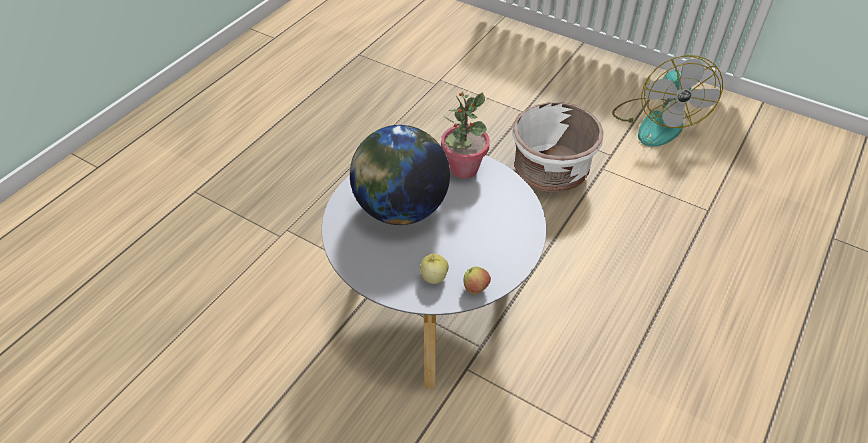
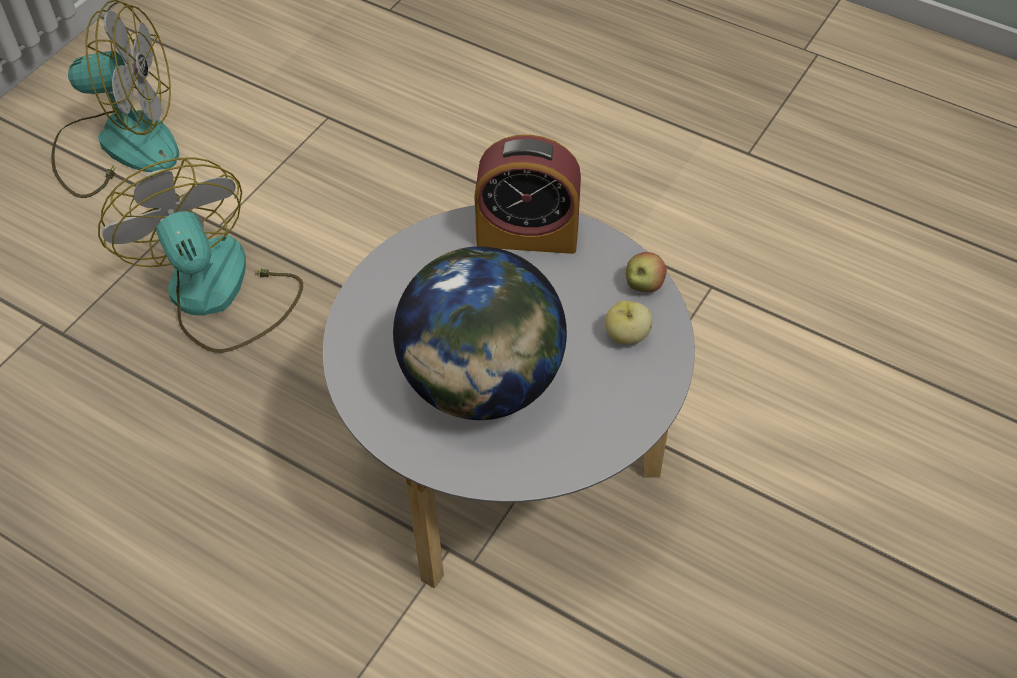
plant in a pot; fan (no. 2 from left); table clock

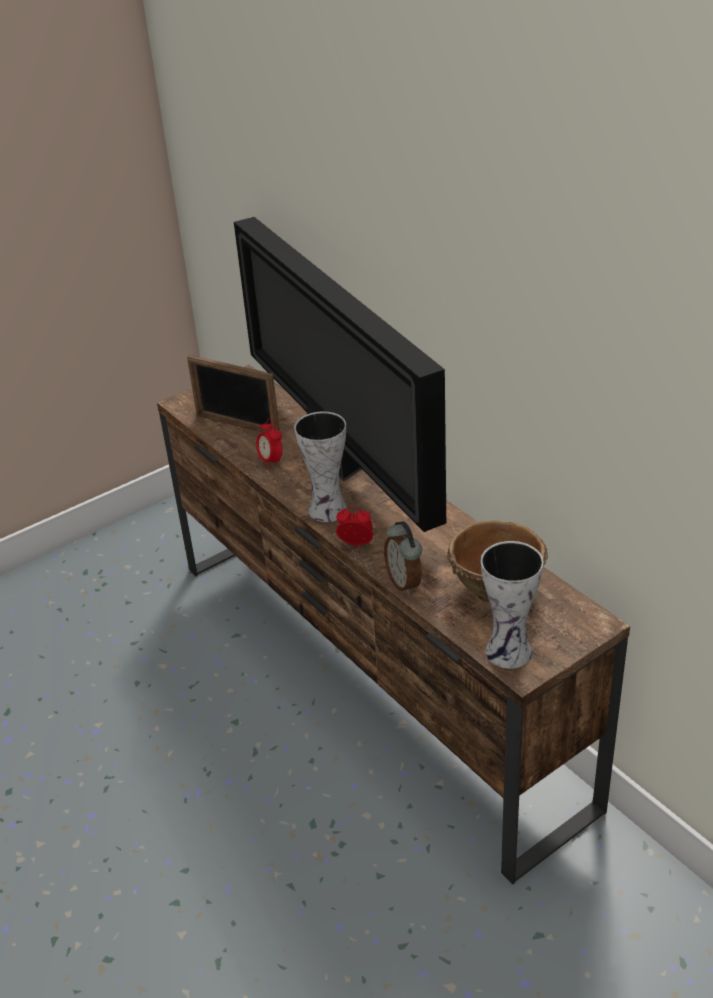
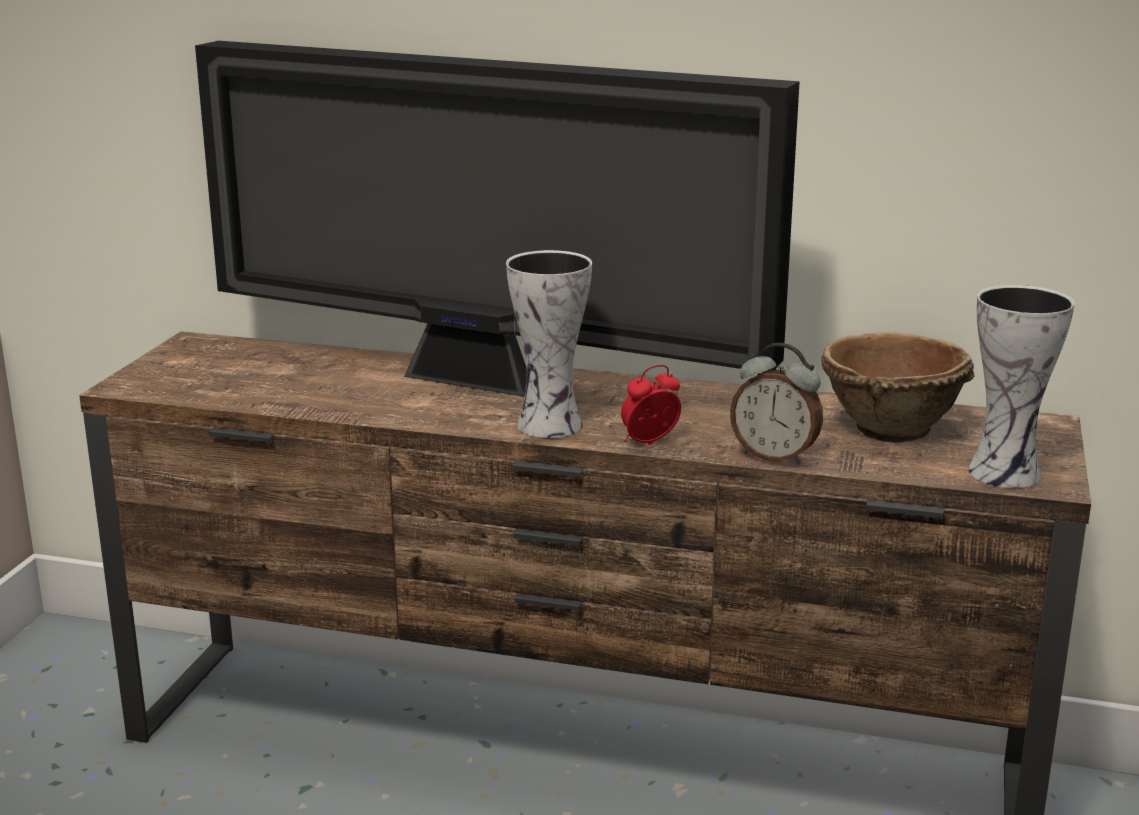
standing frame; table clock (no. 1 from left in the first image)

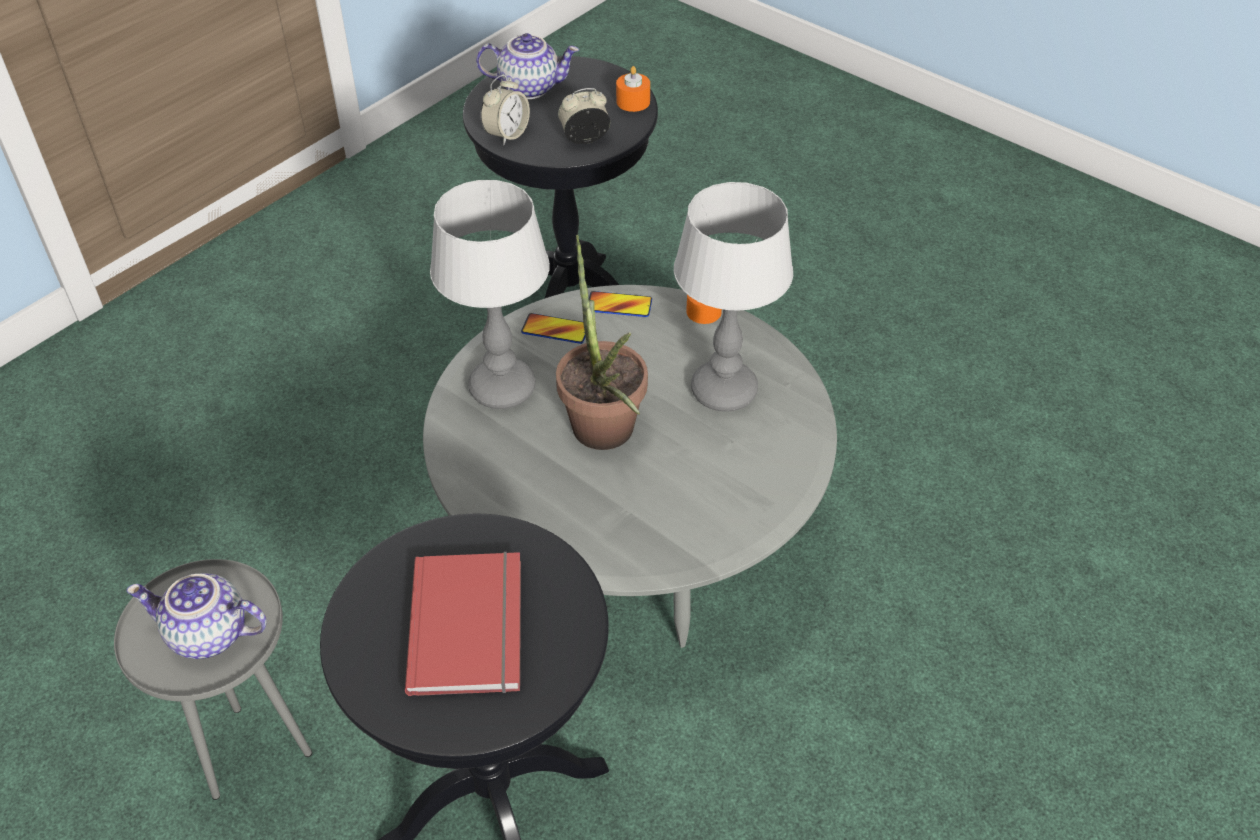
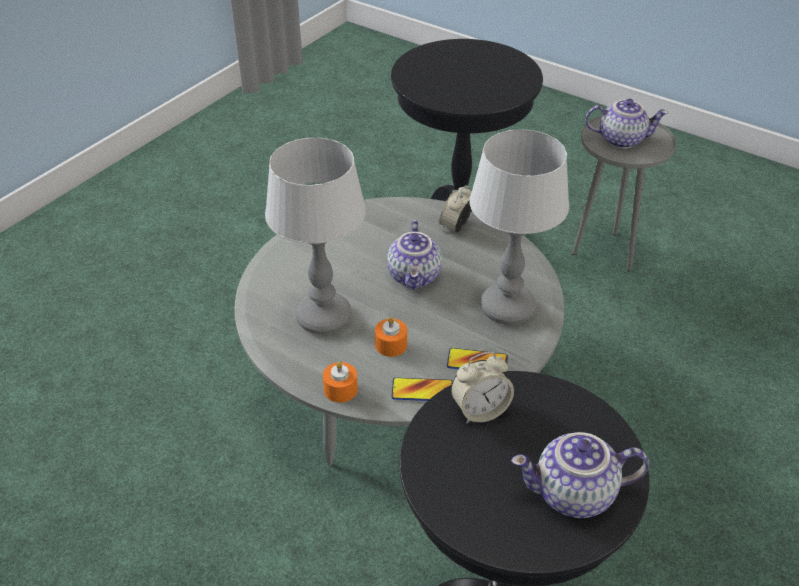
wax candle in orange-coloured (no. 2 from left); table clock (no. 1 from left); pot for tea (no. 1 from left); bound book in red

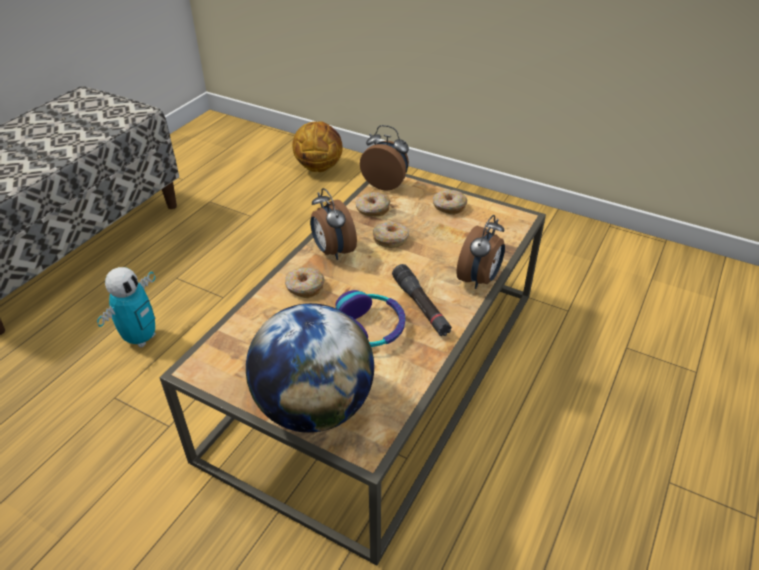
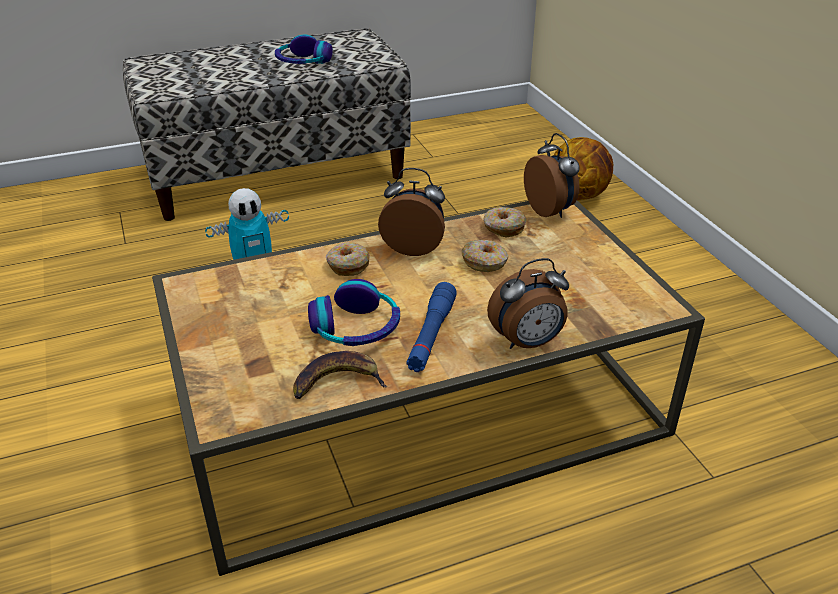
table clock (no. 1 from left); donut (no. 4 from left in the first image); hand torch in bluish; world globe; headset (no. 1 from left); whole banana

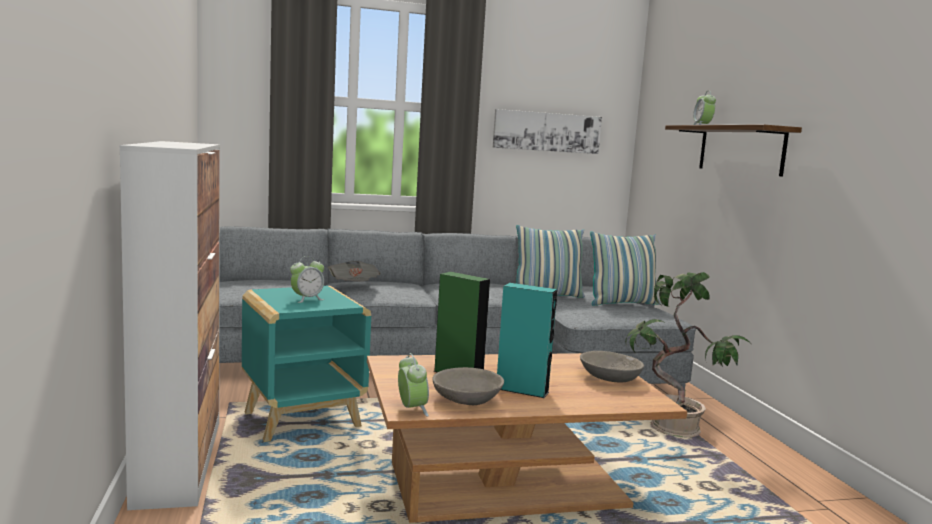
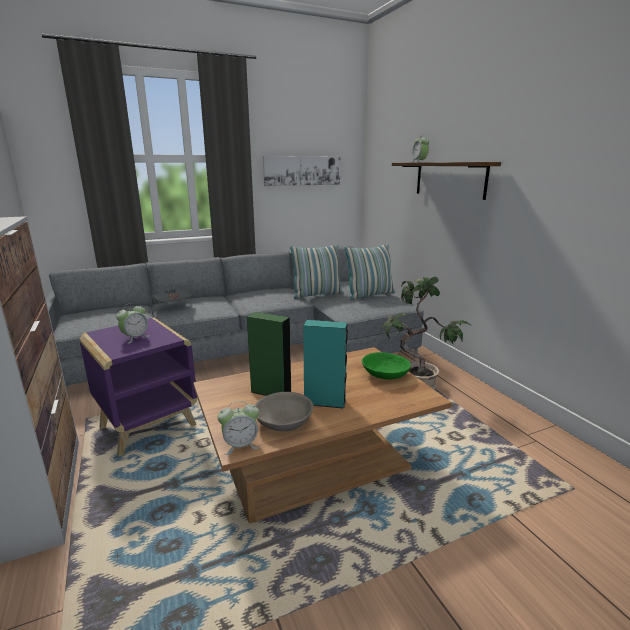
end table in purple-coloured; serving bowl in green; table clock (no. 2 from left)

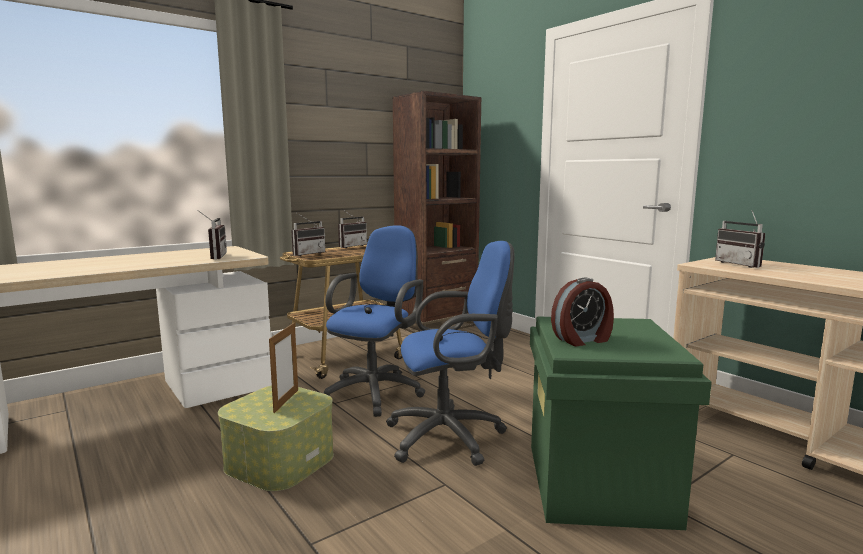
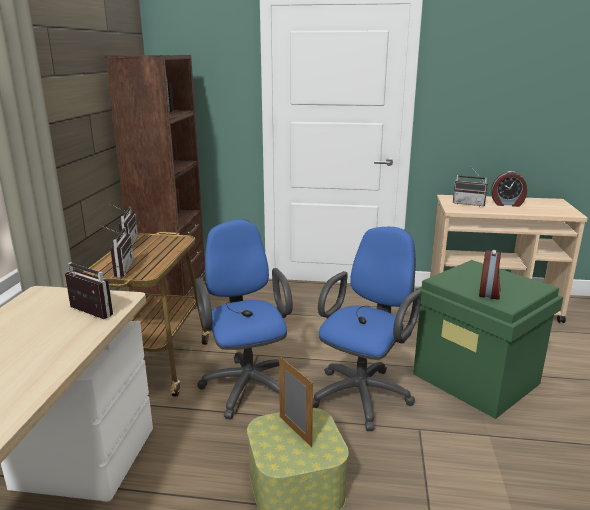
table clock (no. 2 from left)

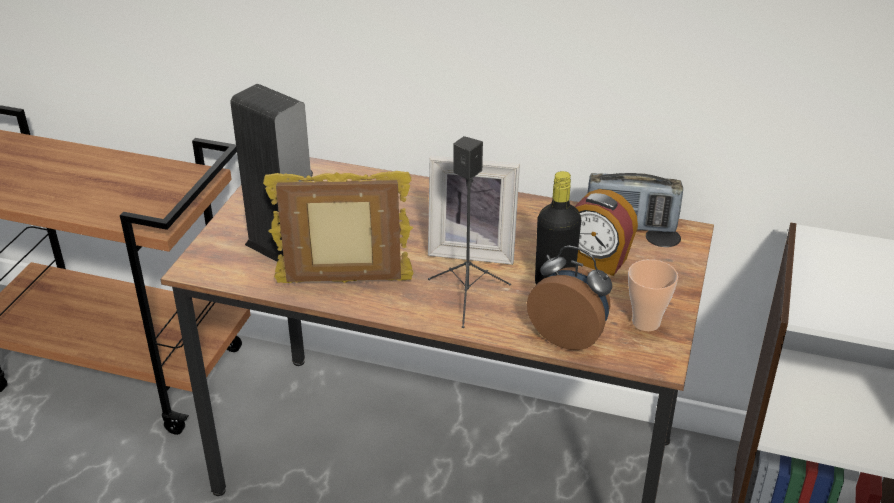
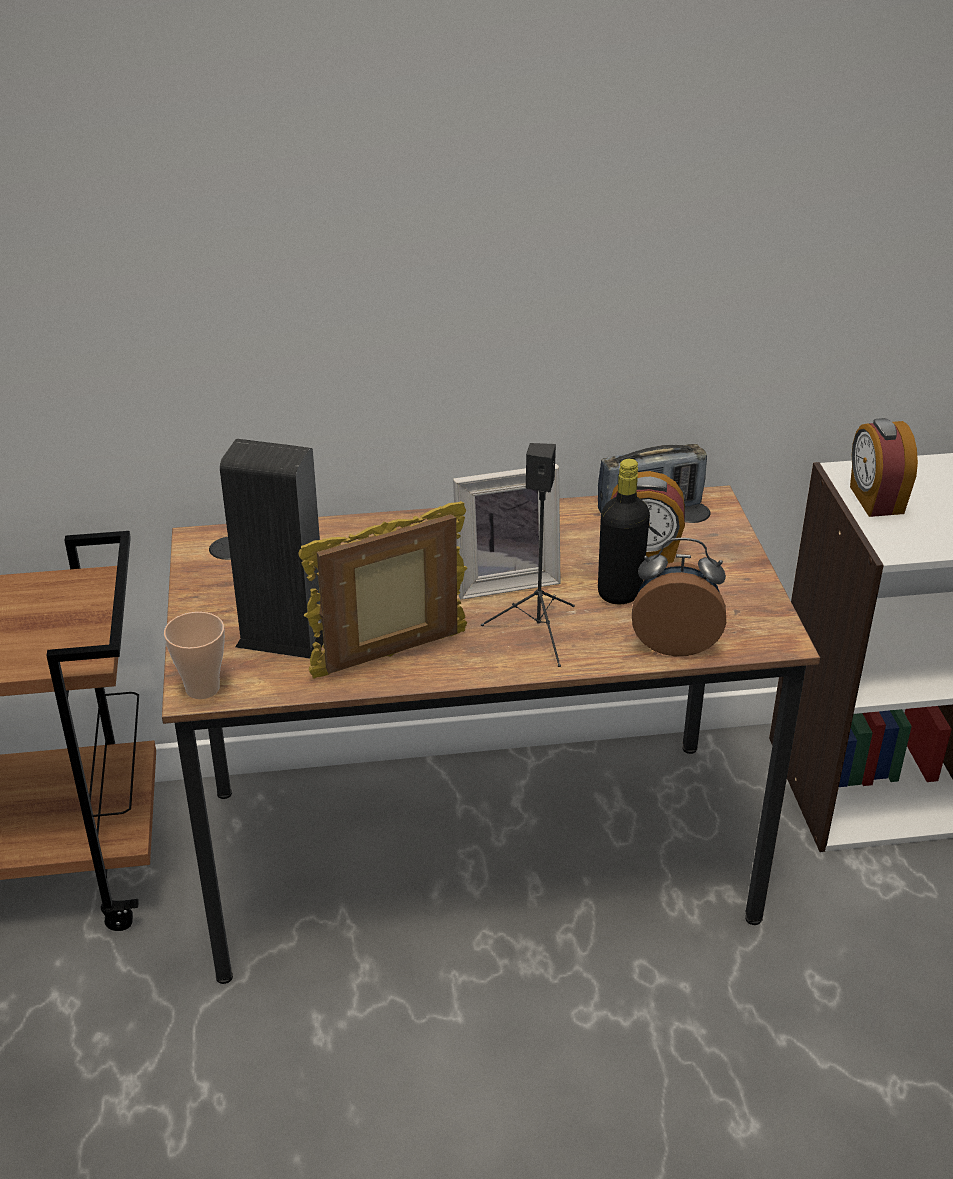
small cup; table clock (no. 3 from left)

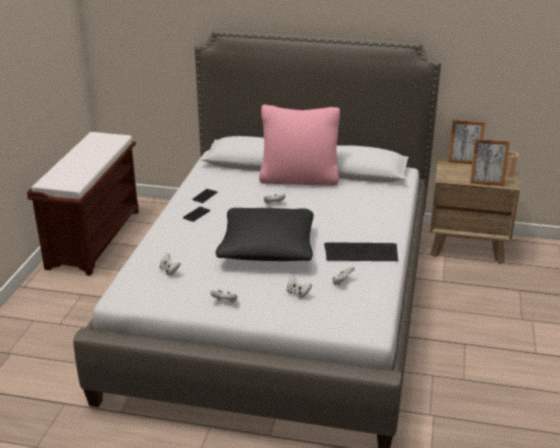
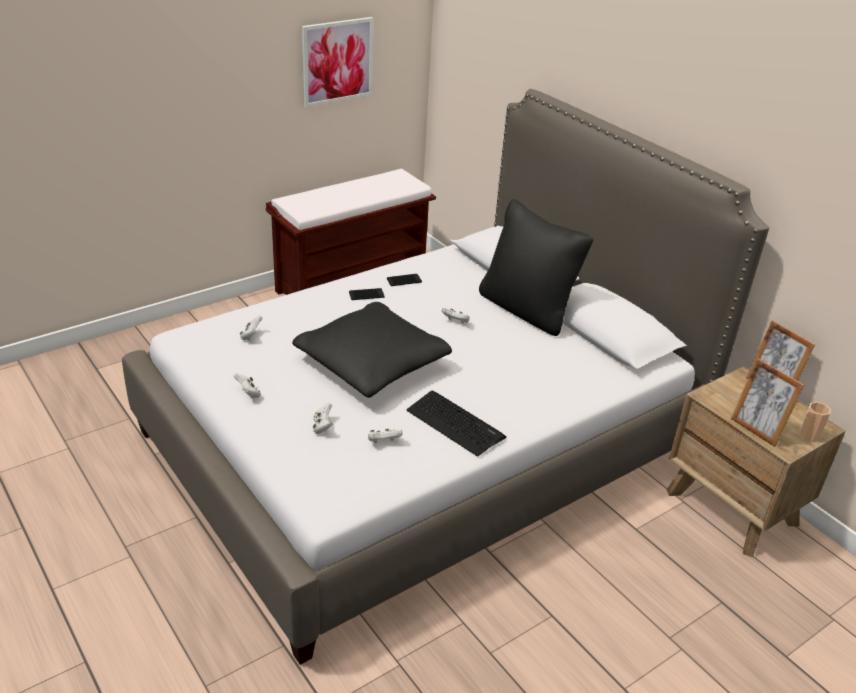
throw pillow in black-coloured (no. 2 from left); wall picture

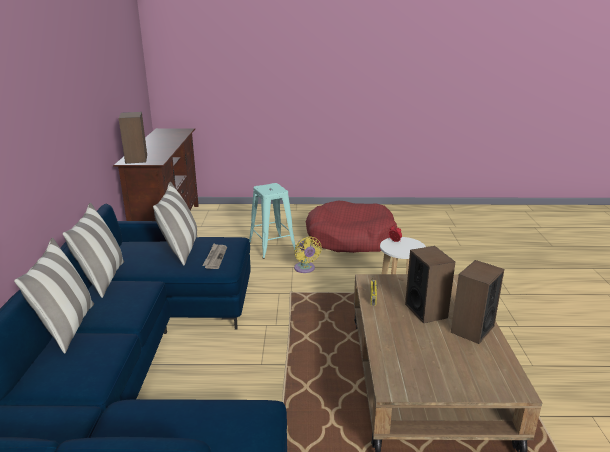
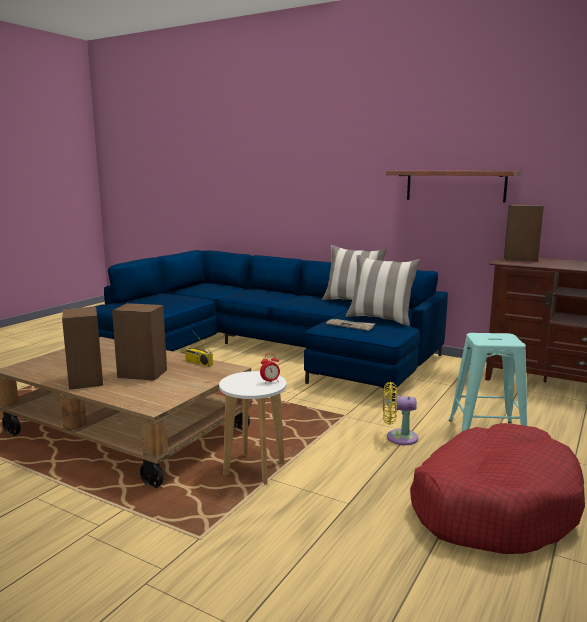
throw pillow (no. 1 from left in the first image); bracket shelf

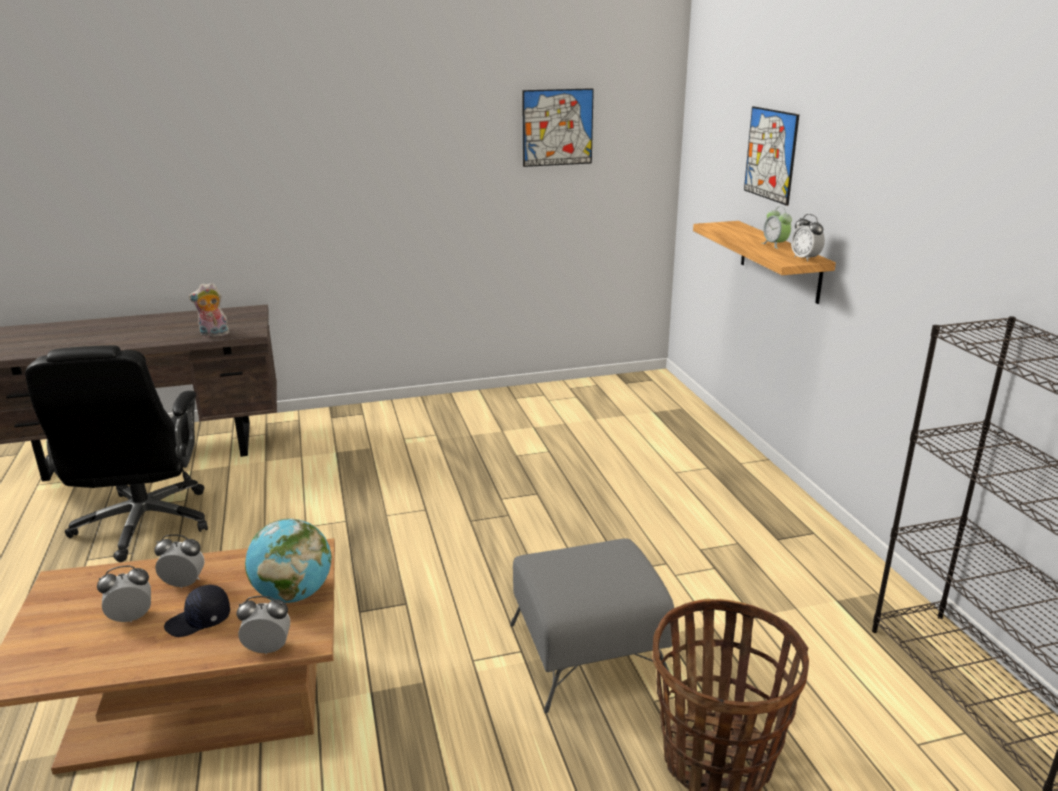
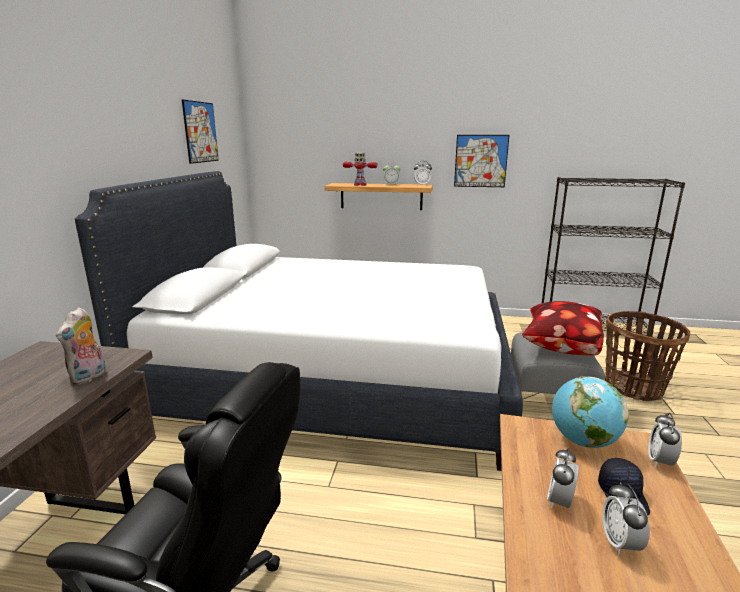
wall picture (no. 2 from left); robot figure; bedroom bed in white; throw pillow

